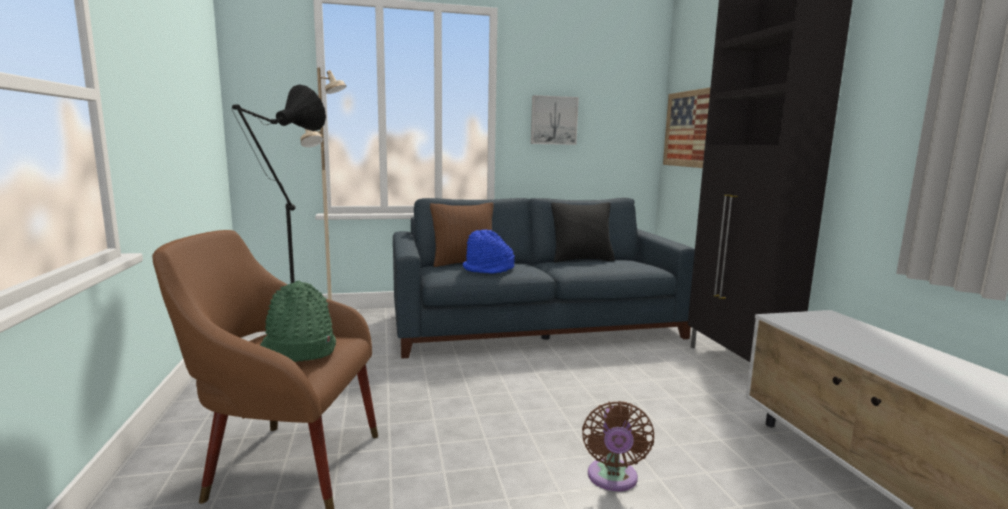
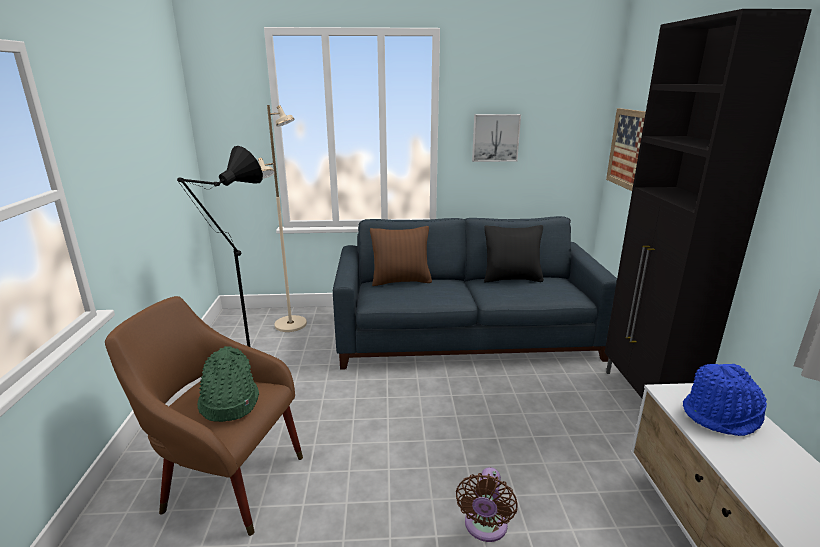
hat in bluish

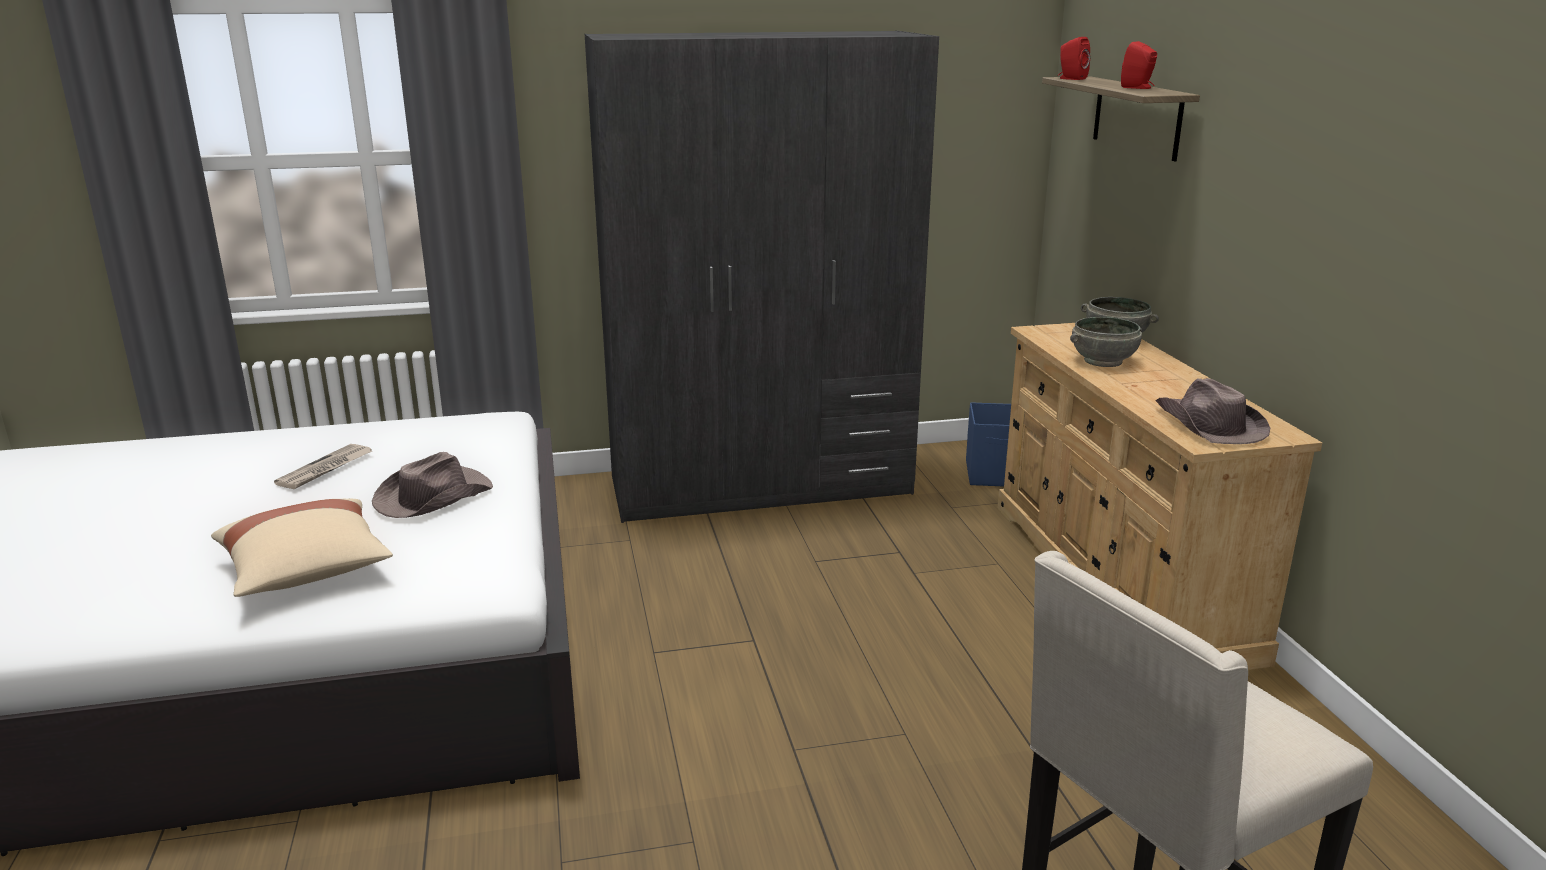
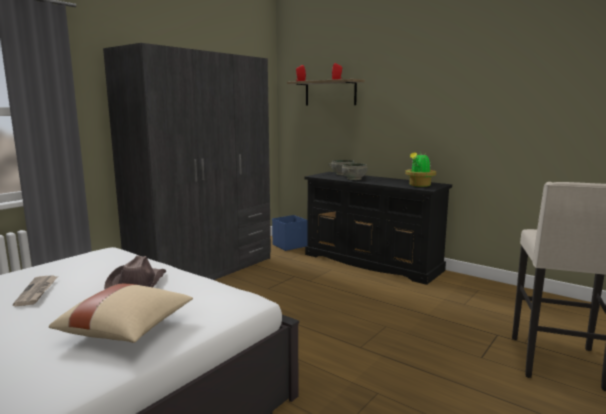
drawer chest in black-coloured; plant in a pot

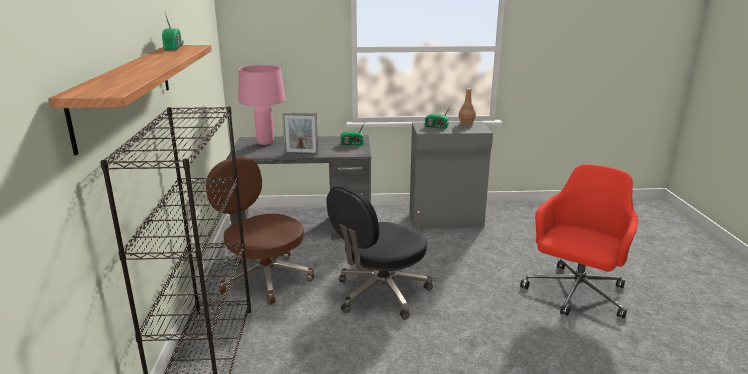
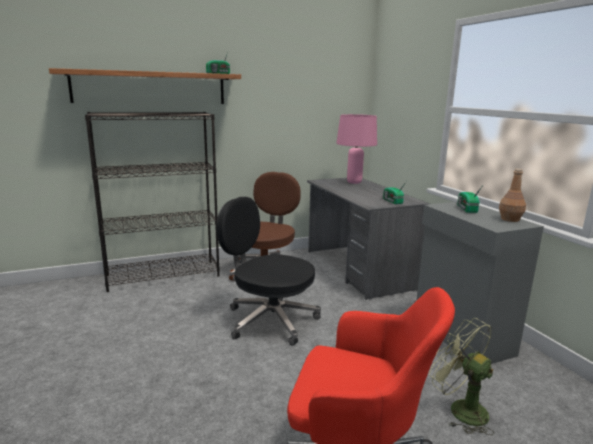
standing frame; fan in green

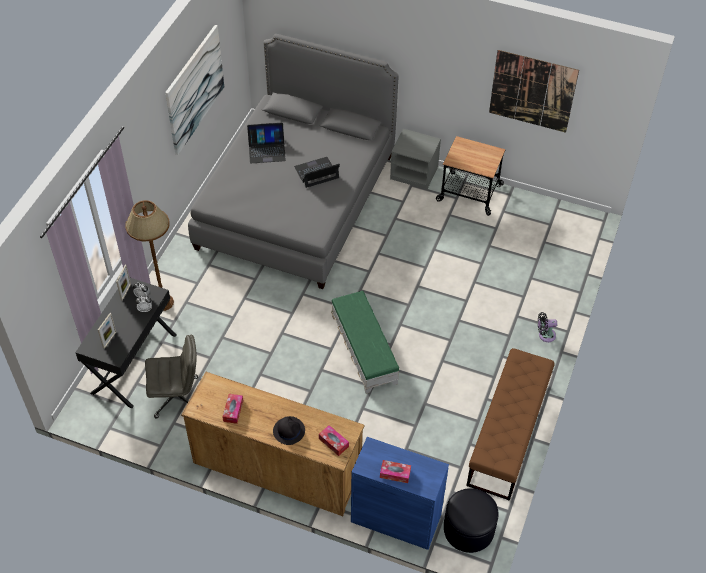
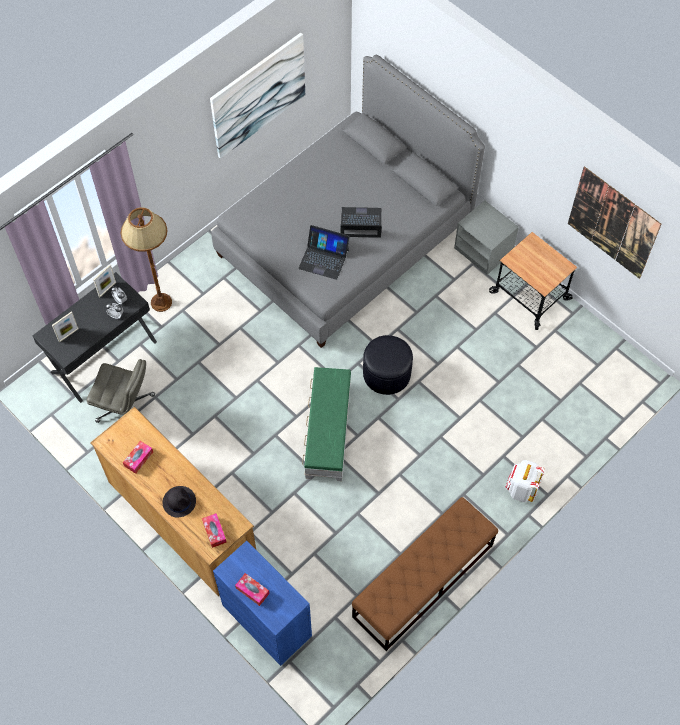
laptop (no. 1 from left); knapsack in white; pouffe in black-coloured

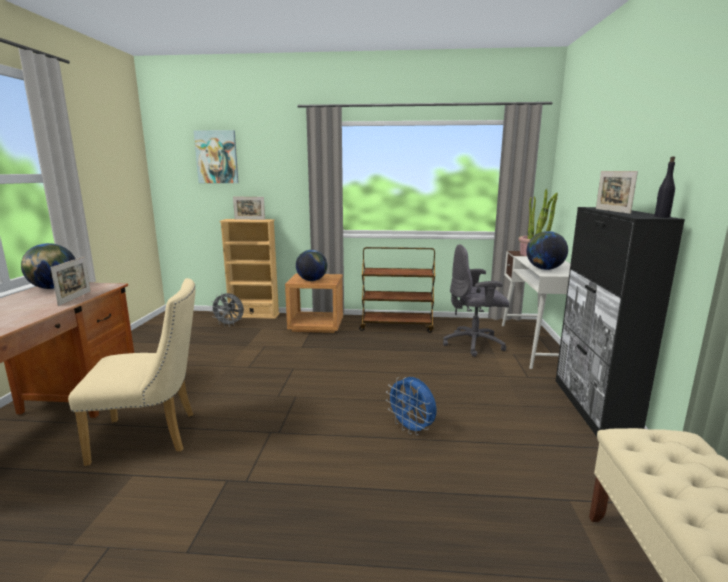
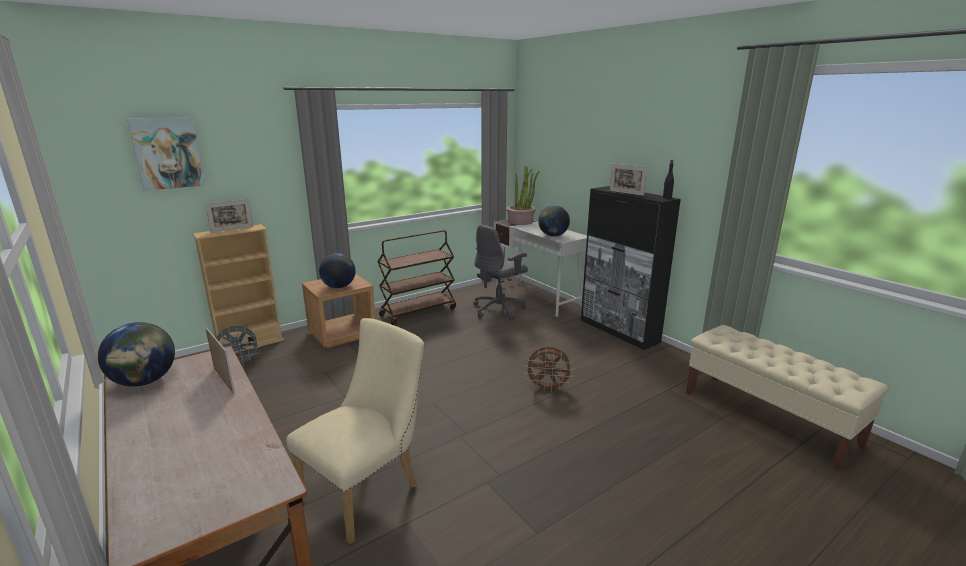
fan in brown

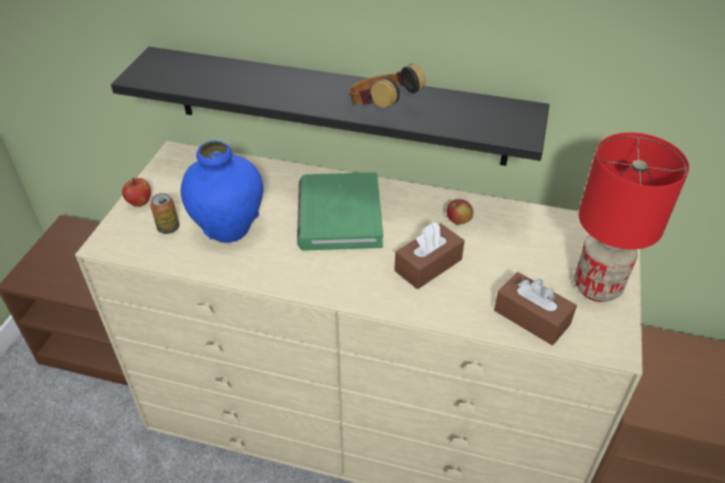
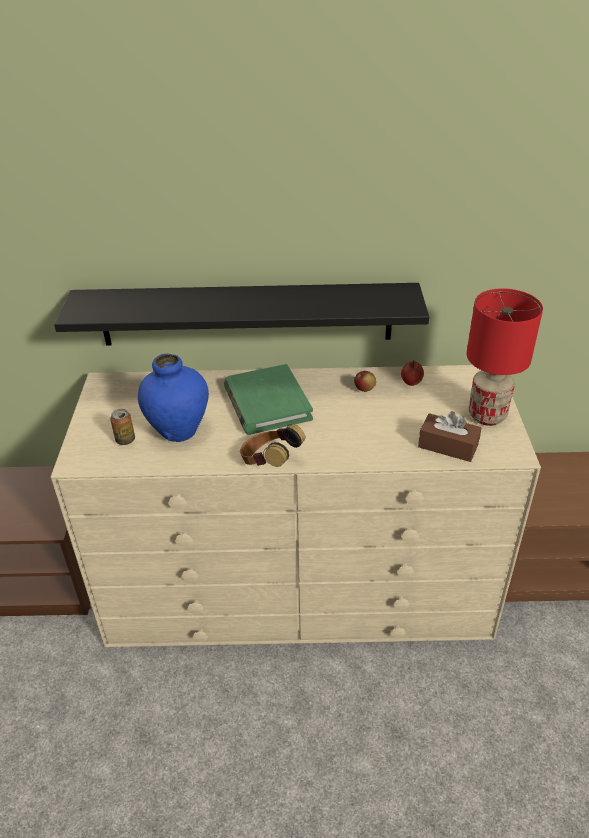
headset; apple (no. 2 from left); box of tissues in brown (no. 1 from left in the first image)

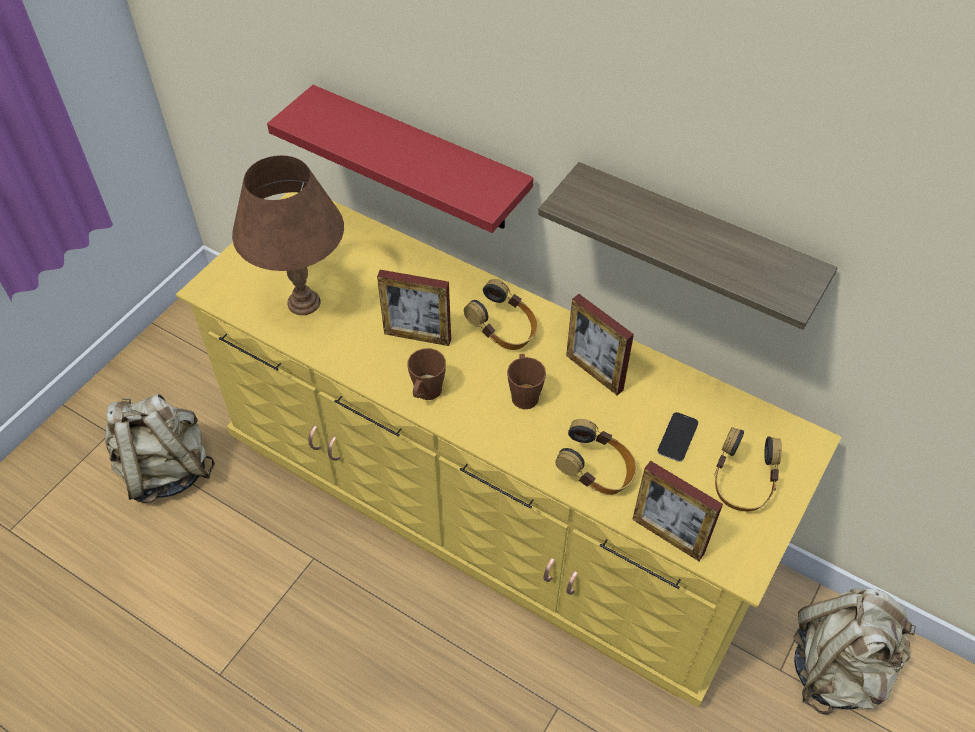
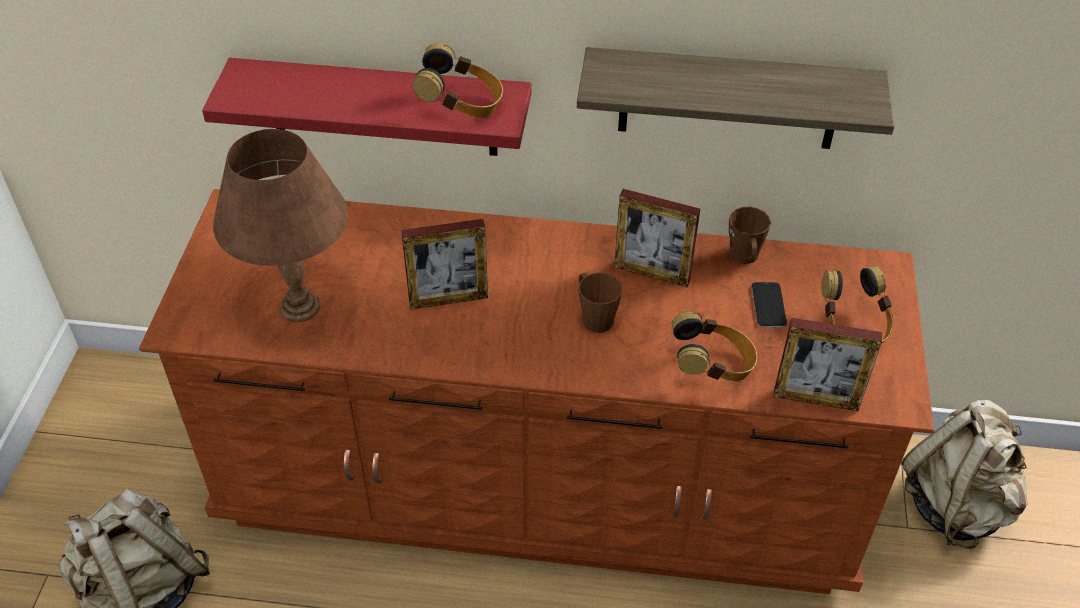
drawer chest in brown; headset (no. 1 from left); coffee mug in brown (no. 2 from left)

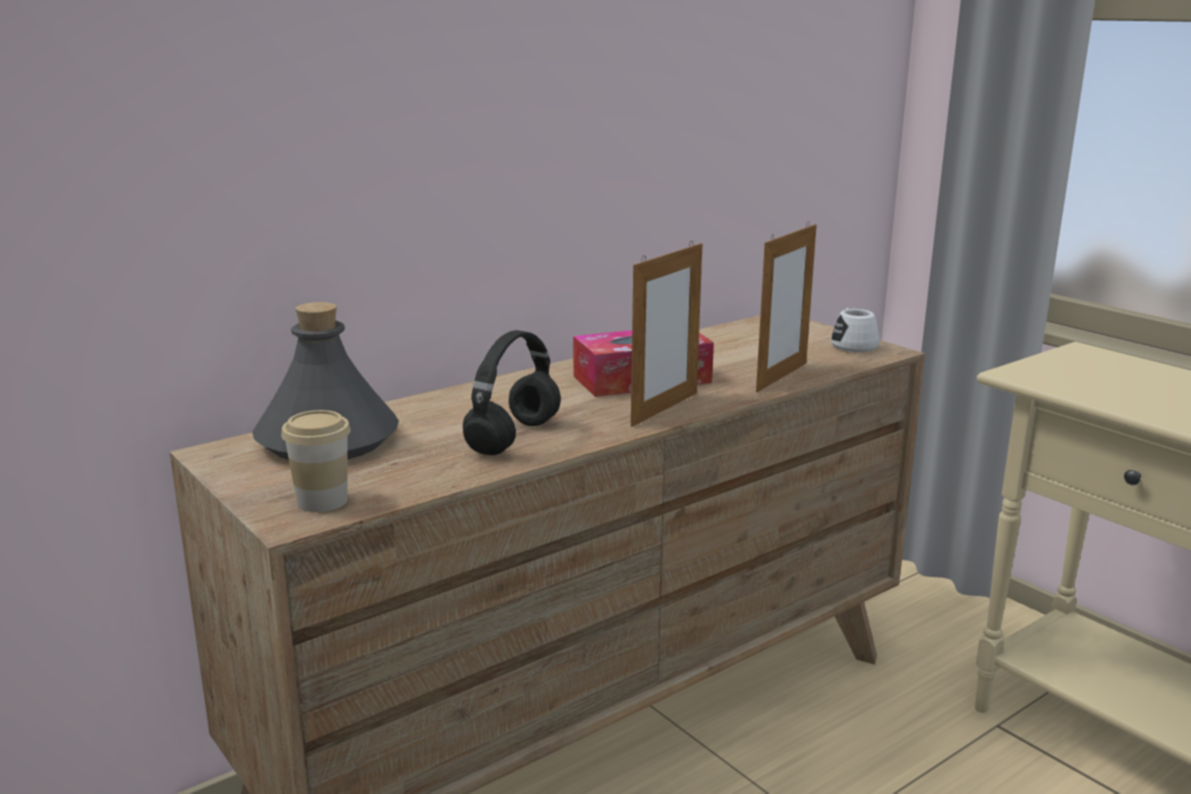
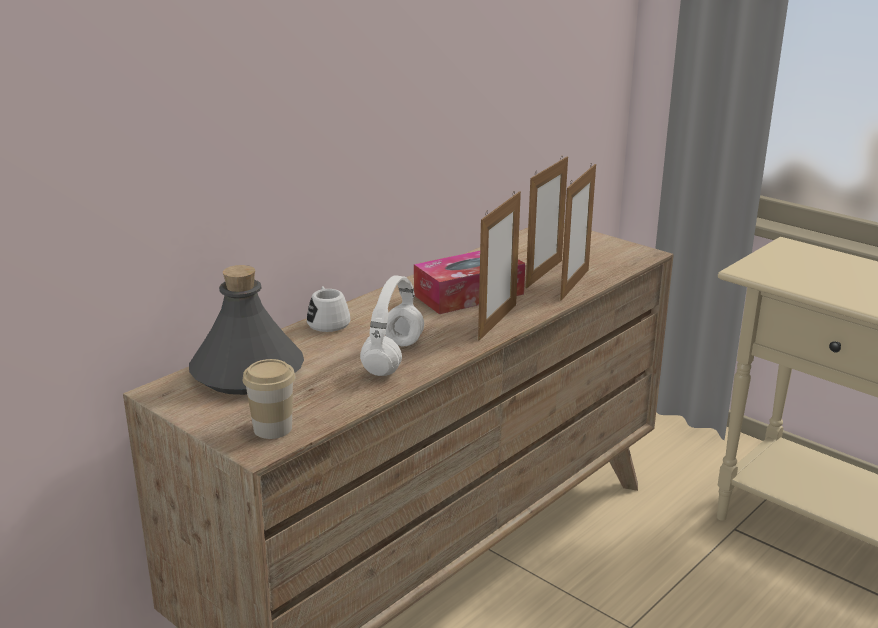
coffee mug in white; headset in white; standing frame (no. 2 from left)

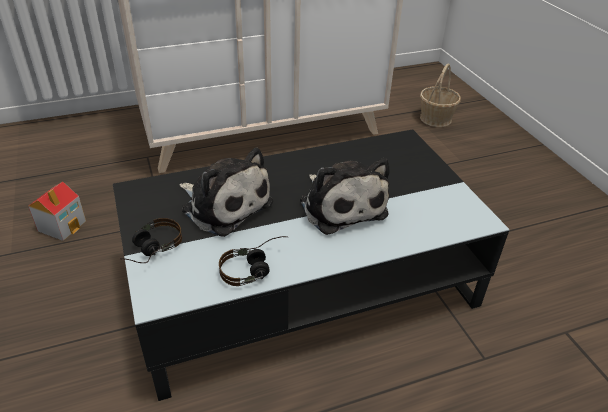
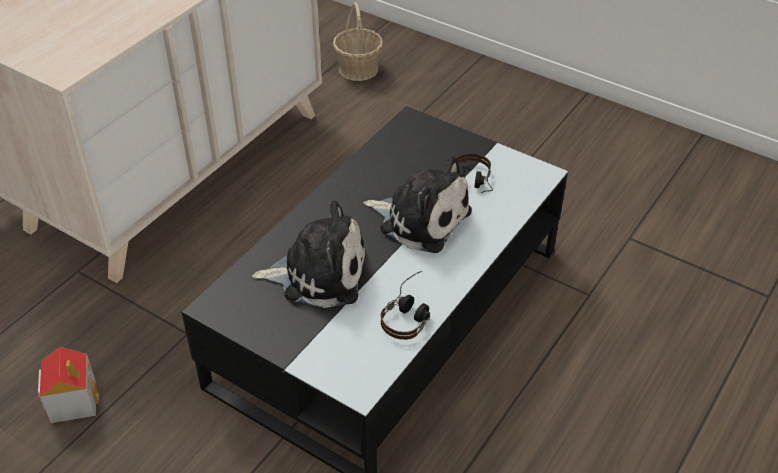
headset (no. 2 from left)

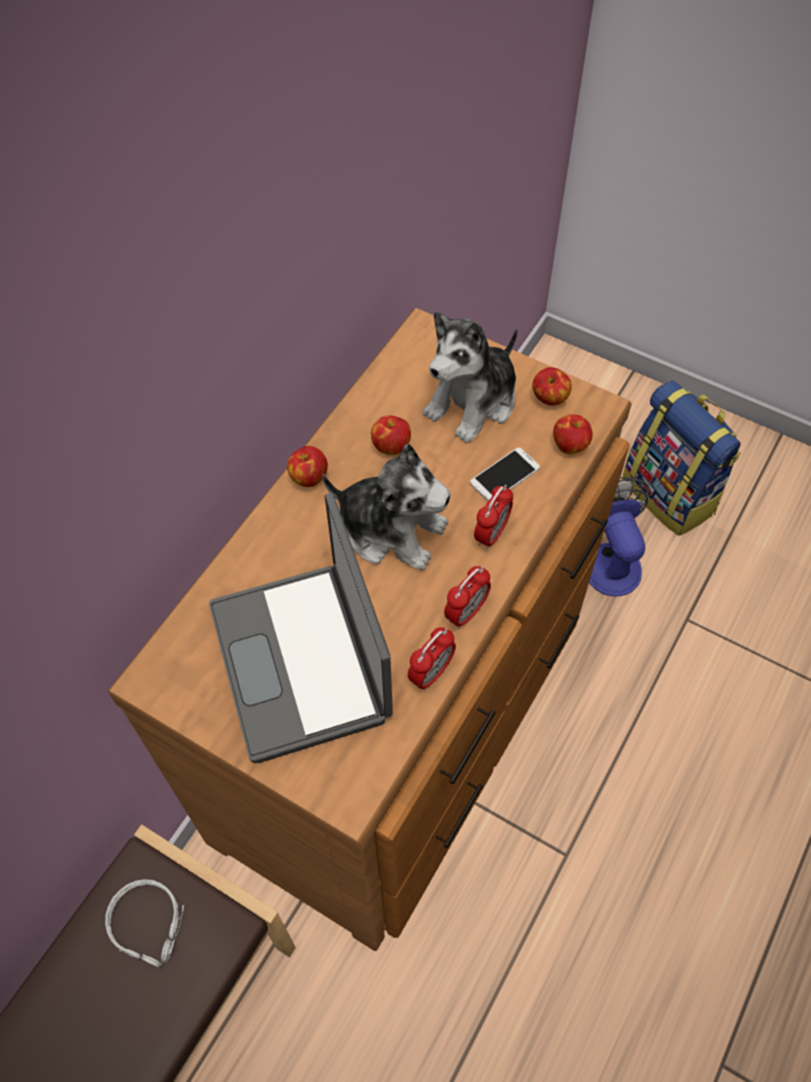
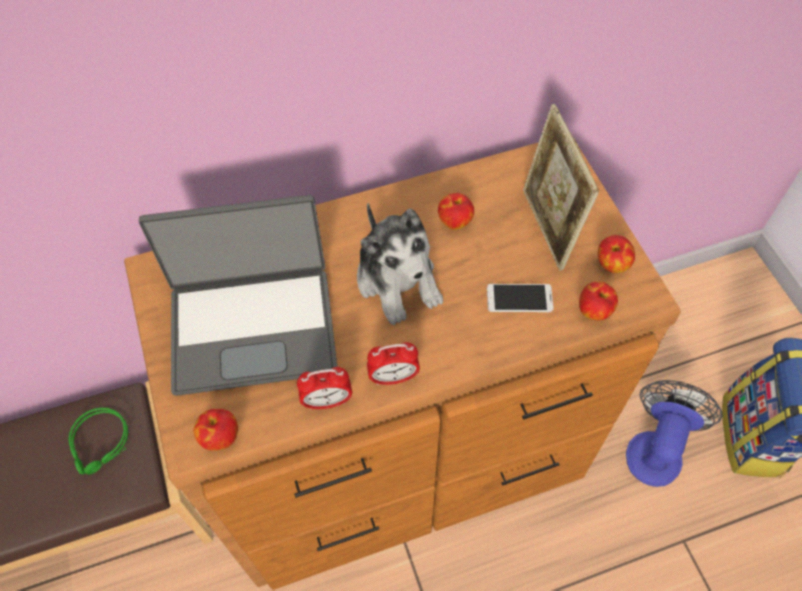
standing frame; apple (no. 1 from left); table clock (no. 3 from left in the first image); laptop; headset in green

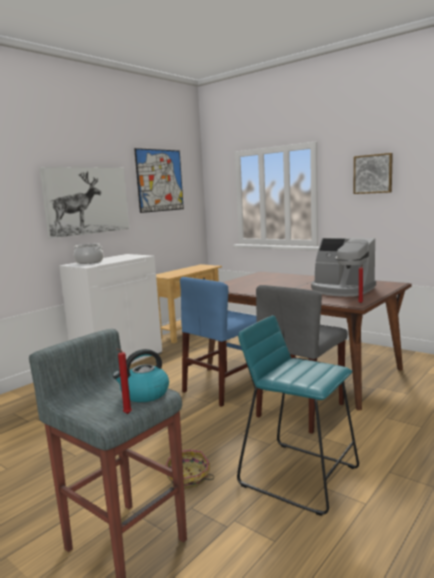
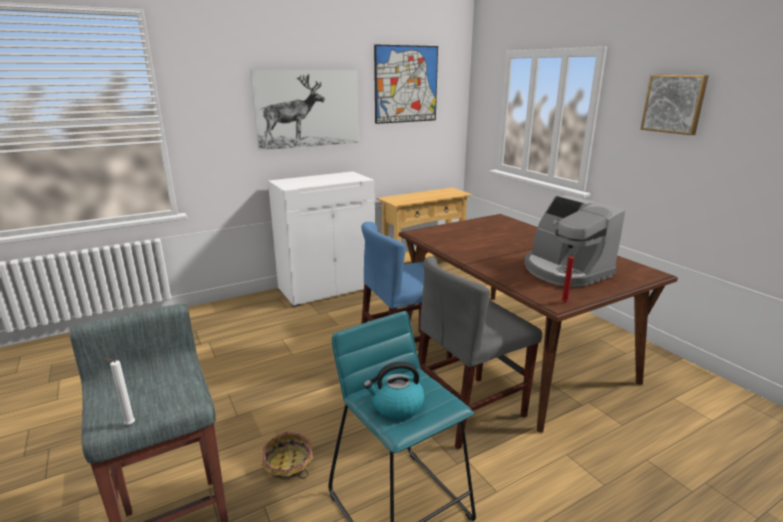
saucepot; tea kettle; wax candle in white

